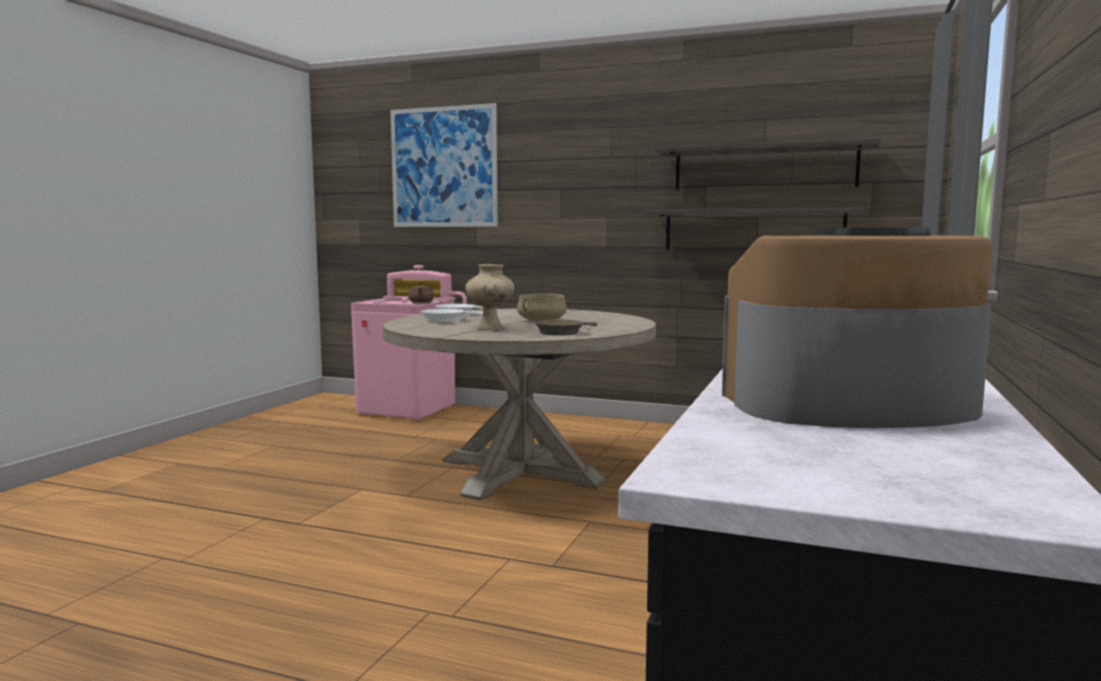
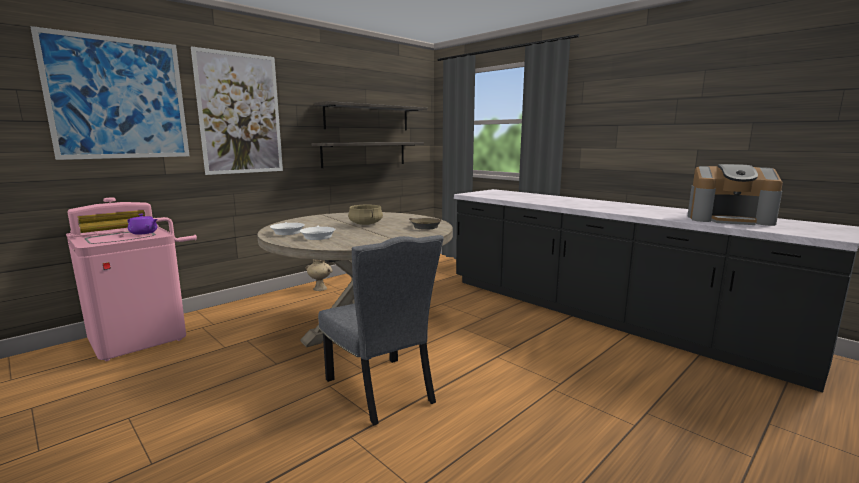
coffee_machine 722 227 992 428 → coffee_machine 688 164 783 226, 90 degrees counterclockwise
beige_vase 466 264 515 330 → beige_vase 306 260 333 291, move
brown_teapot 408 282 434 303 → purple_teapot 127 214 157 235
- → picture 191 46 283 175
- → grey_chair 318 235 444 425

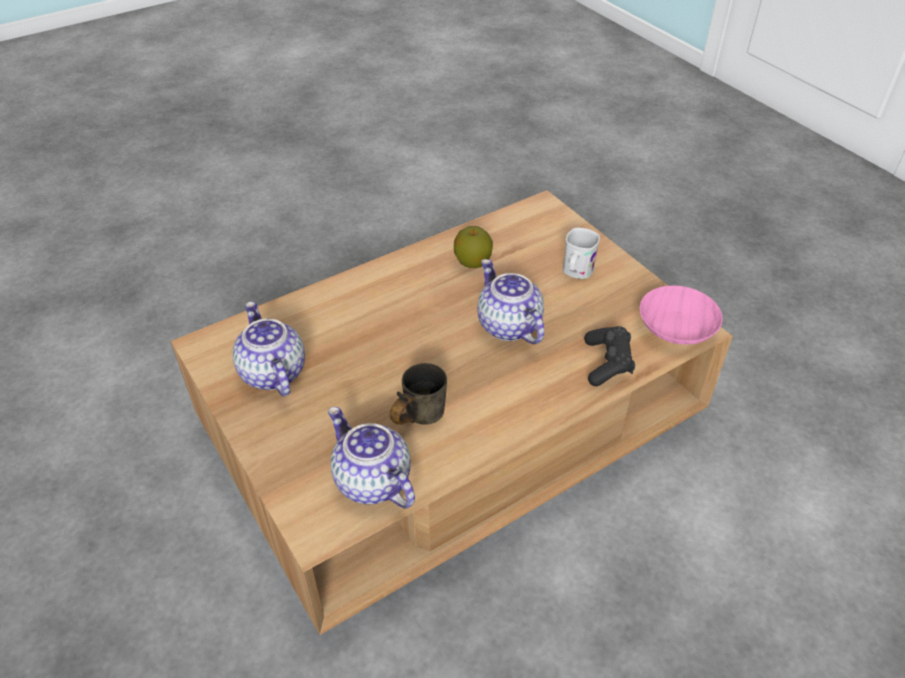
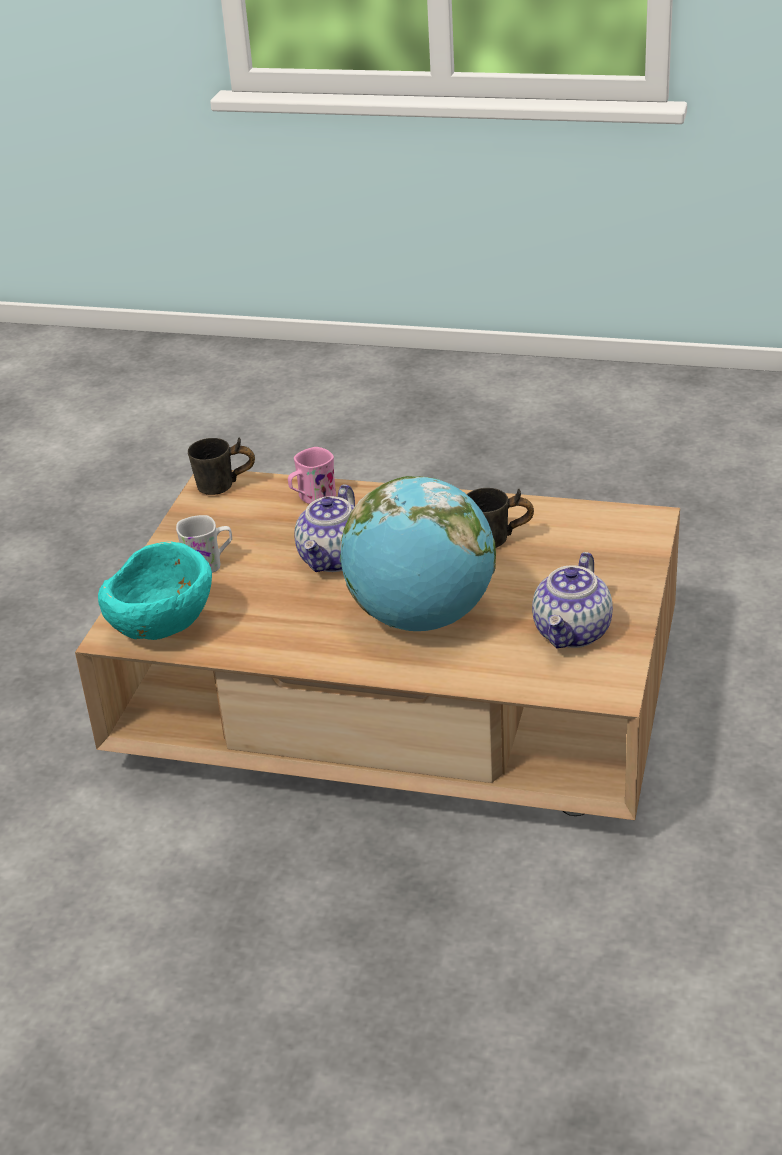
apple 454 226 493 268 → -
pink_bowl 640 285 723 345 → grey_mug 188 437 255 495
black_game_controller 584 326 635 386 → pink_mug 288 447 336 504
teapot 328 407 415 509 → -
- → globe 340 476 496 631
- → turquoise_bowl 98 541 212 640

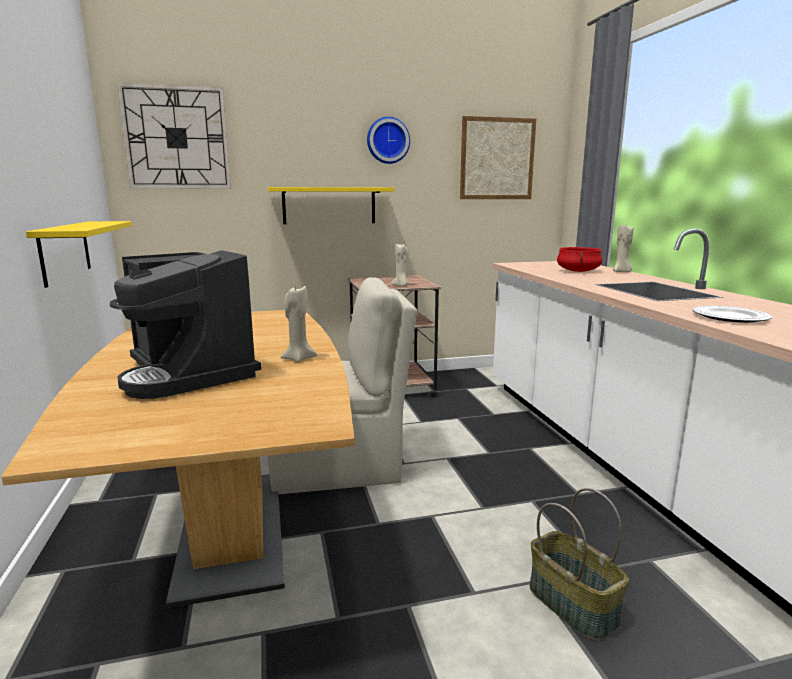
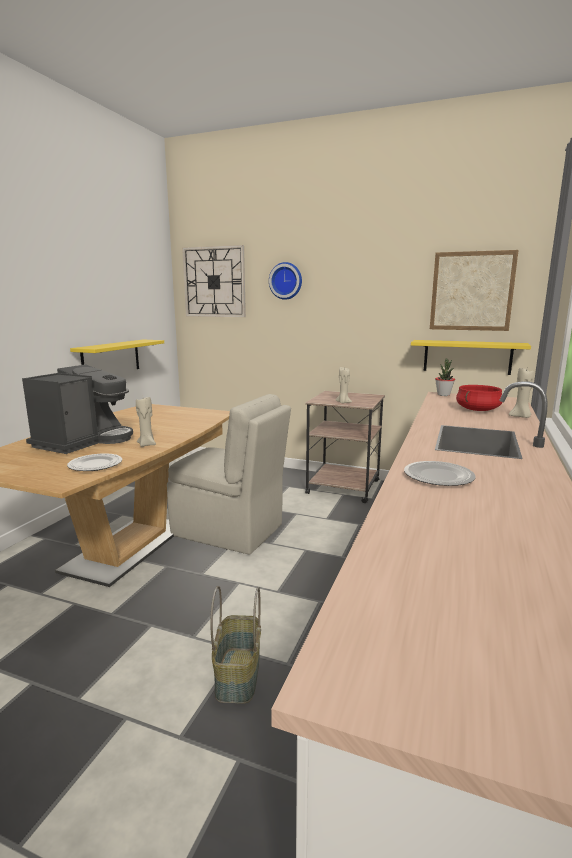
wall_clock 367 117 410 164 → wall_clock 269 262 302 300, move
yellow_shelf 268 187 395 224 → yellow_shelf 411 340 531 375, move
coffee_machine 110 250 261 399 → coffee_machine 22 364 133 454, 150 degrees counterclockwise
- → potted_plant 435 358 455 396
- → plate 67 453 122 471

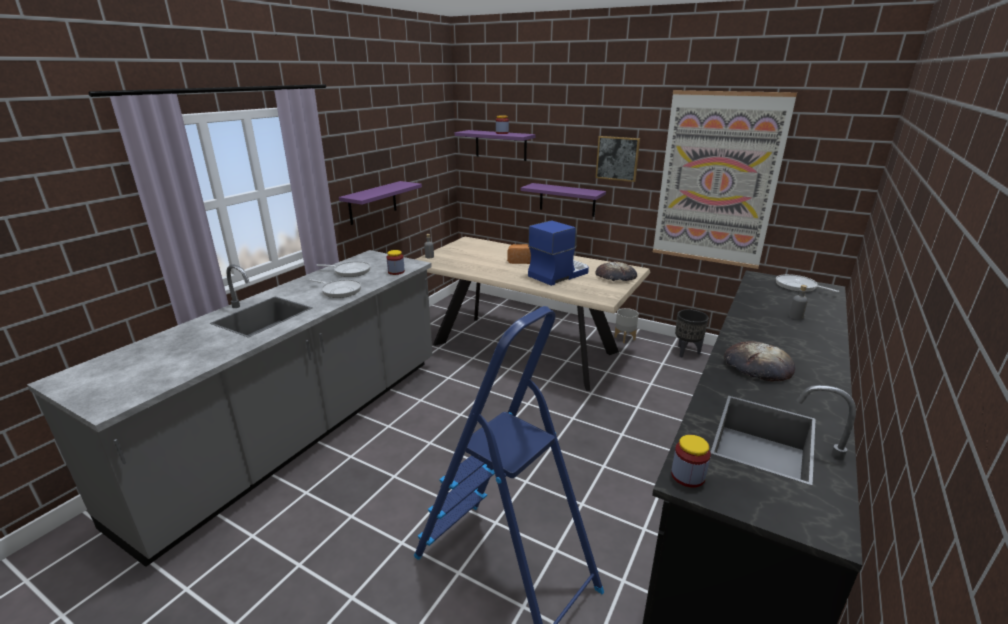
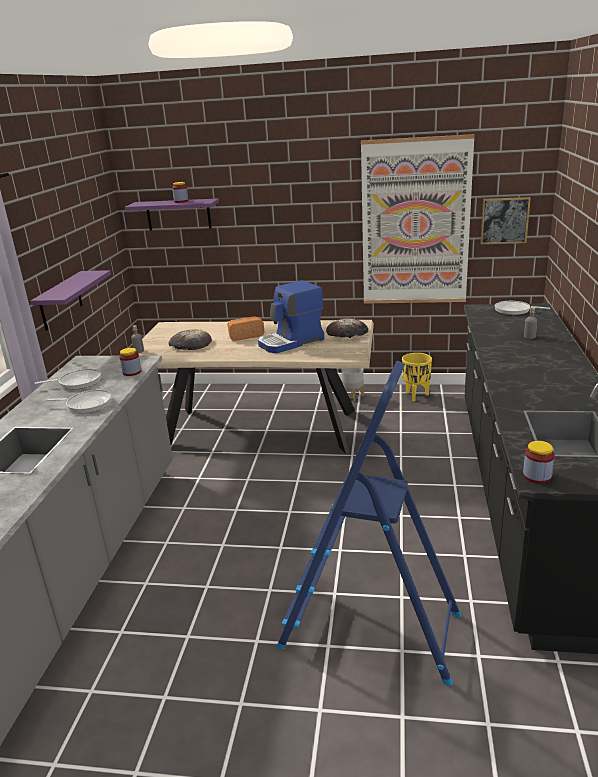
picture 595 136 640 182 → picture 480 197 531 244, move
purple_shelf 521 183 606 217 → -
coffee_machine 528 221 589 286 → coffee_machine 258 280 324 353, 150 degrees counterclockwise
black_planter 675 309 709 357 → yellow_planter 402 353 432 402
bread 724 341 795 382 → bread 168 330 212 350, move

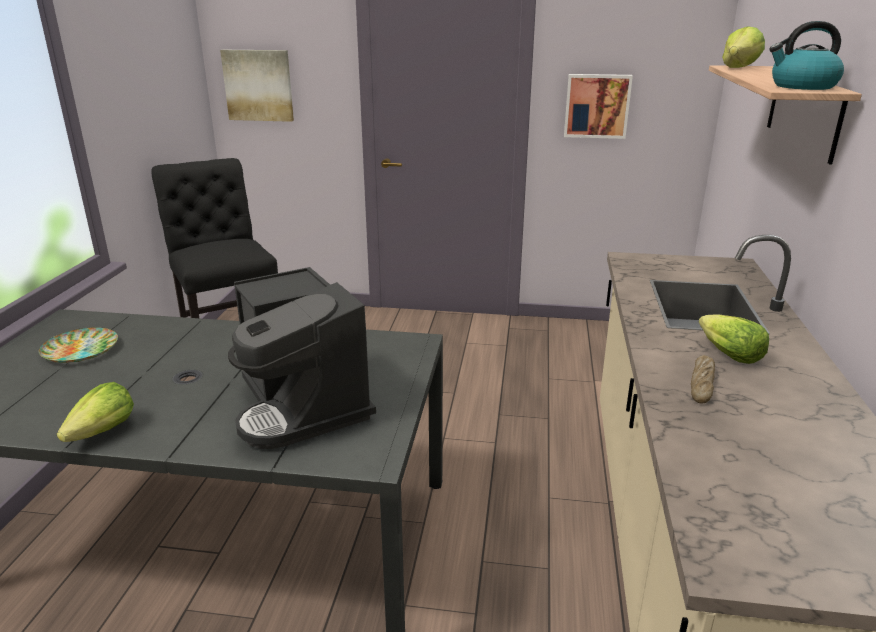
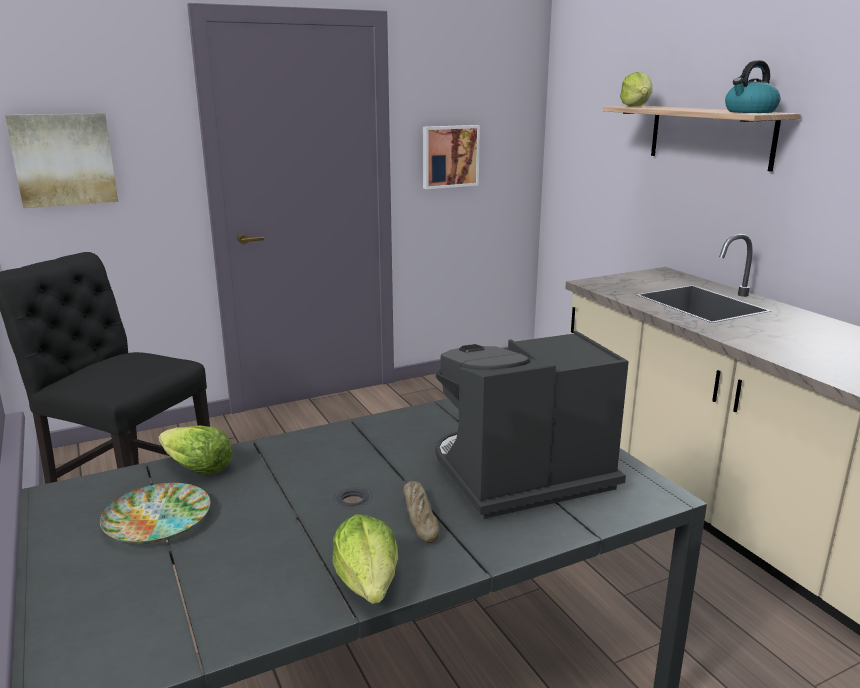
coffee_machine 228 267 376 449 → coffee_machine 436 331 629 519, 135 degrees clockwise
lettuce 699 315 769 364 → lettuce 159 426 233 474, move
bread 691 355 715 404 → bread 403 481 440 543, move

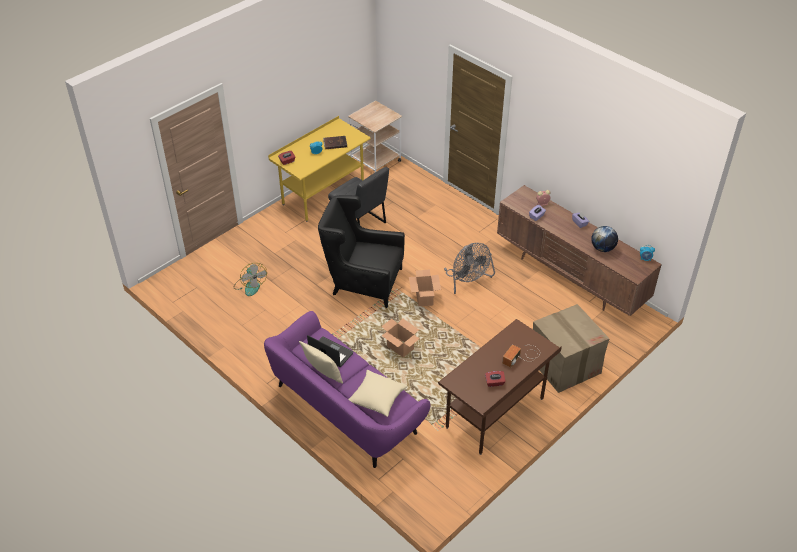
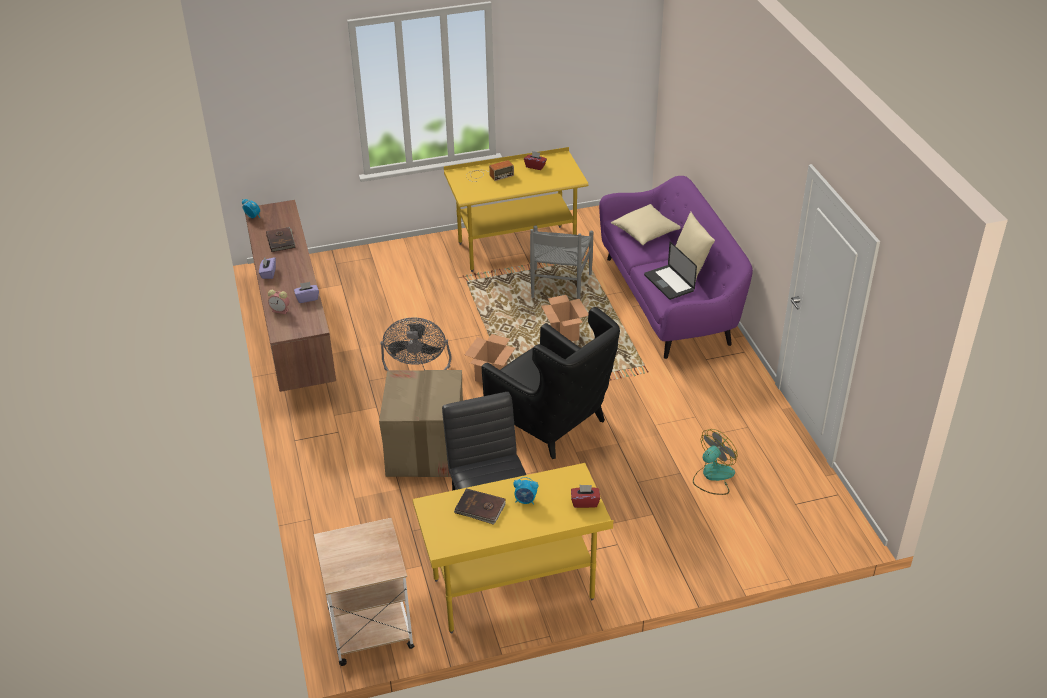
globe 591 226 618 252 → brown_book 266 227 295 252
fan 233 263 267 296 → fan 693 429 738 495, 45 degrees clockwise
cardboard_box 533 304 609 393 → cardboard_box 379 370 463 477, move
brown_desk 438 319 562 455 → yellow_desk 444 147 589 272
- → grey_chair 530 225 593 299

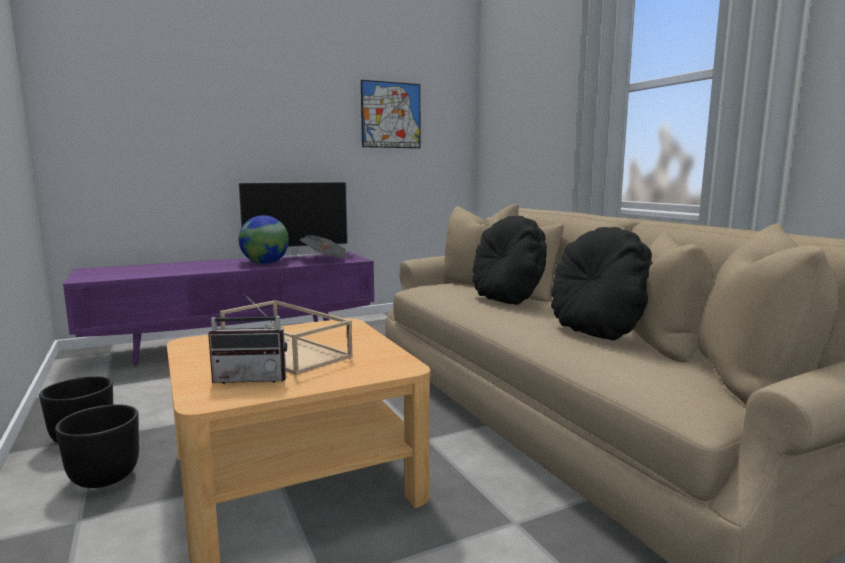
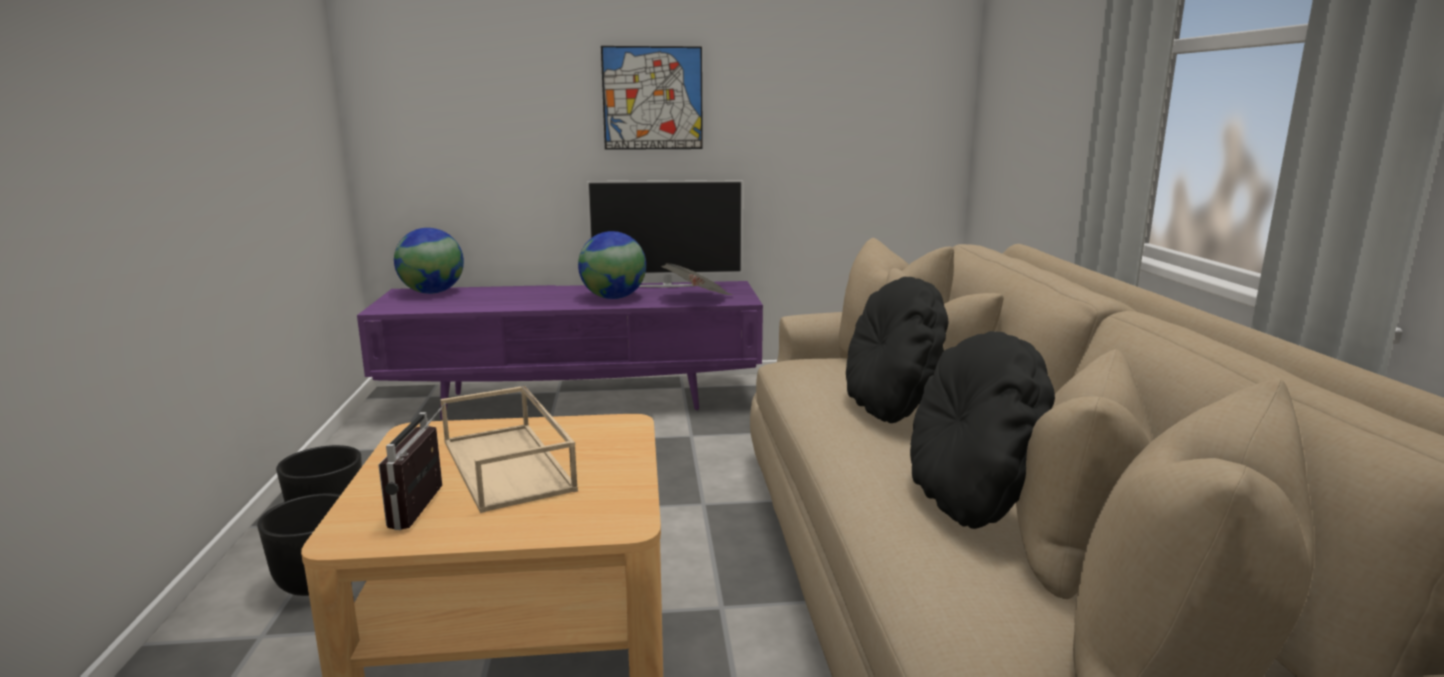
picture 361 80 420 148 → picture 601 46 703 150, move
radio 208 294 287 384 → radio 378 403 446 530, 75 degrees clockwise
- → globe 394 228 464 294

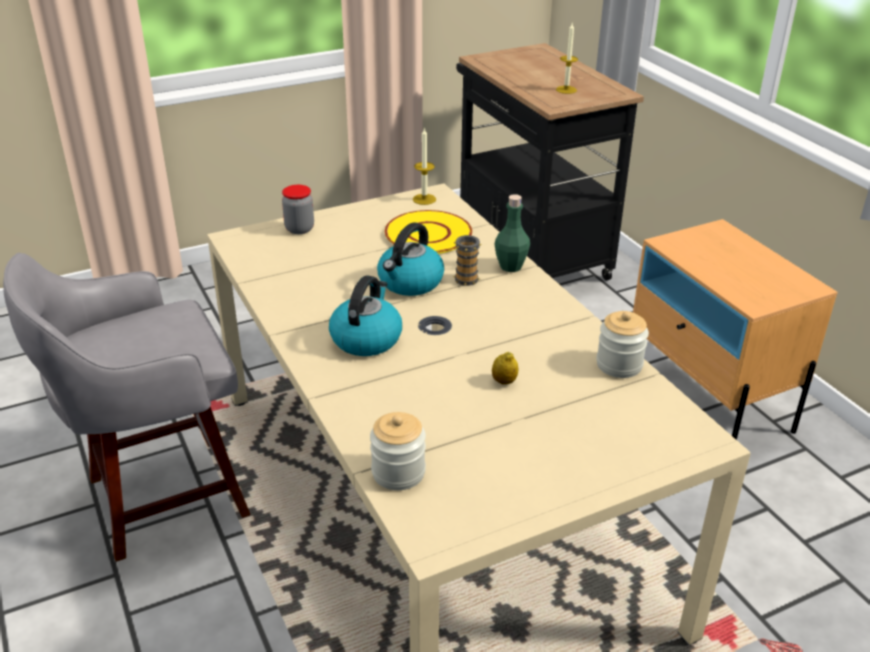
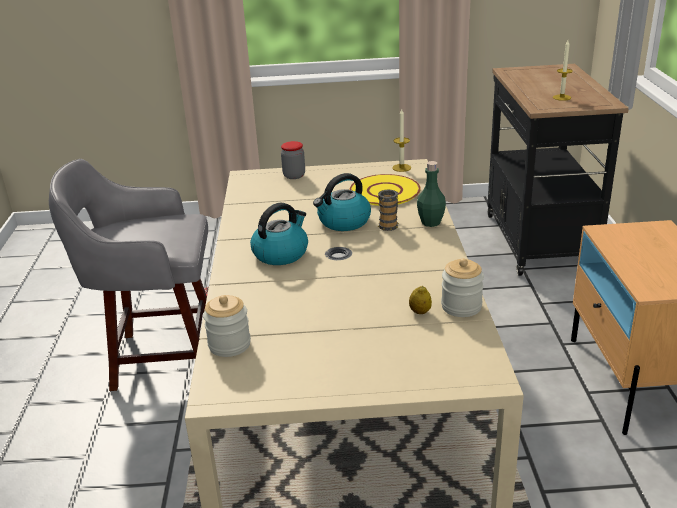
lemon 492 352 518 385 → lemon 409 286 432 314, move

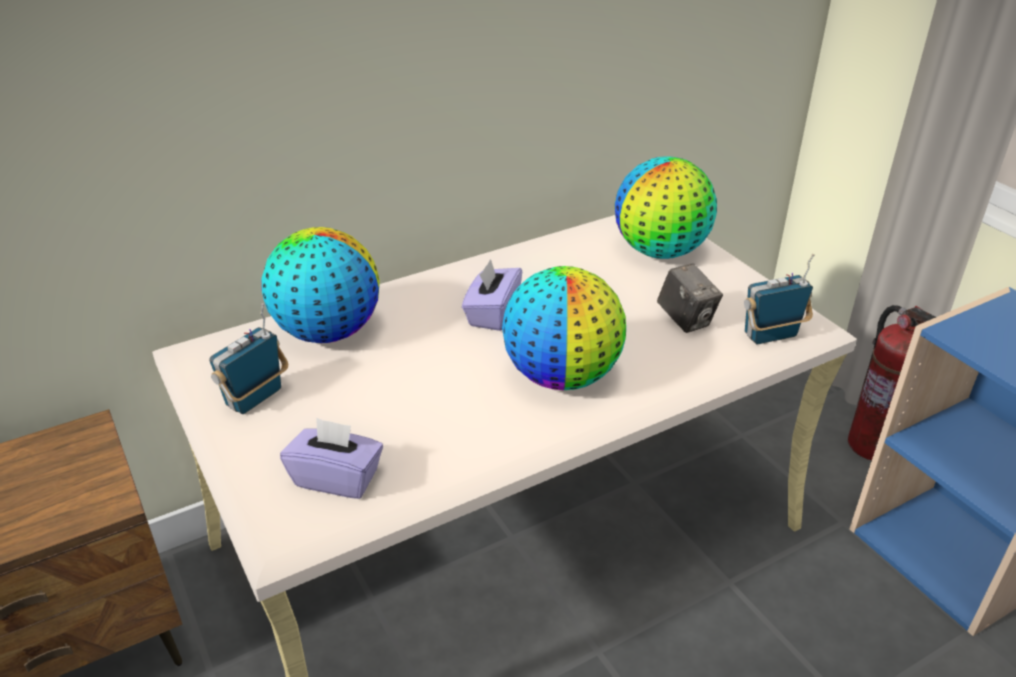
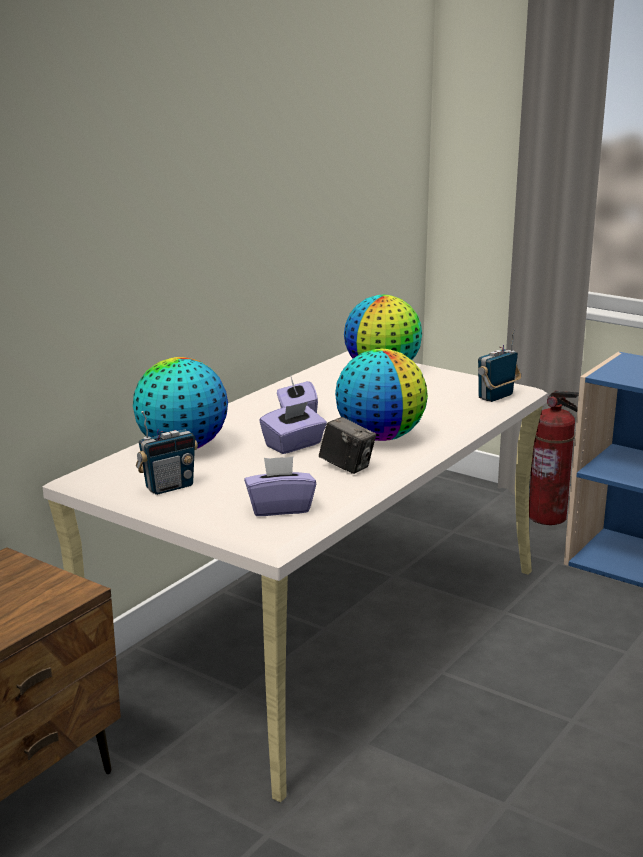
photo_camera 657 263 723 333 → photo_camera 319 417 376 474, move
radio 209 303 288 414 → radio 136 411 198 495, 135 degrees counterclockwise
- → purple_tissue_box 259 402 327 454

